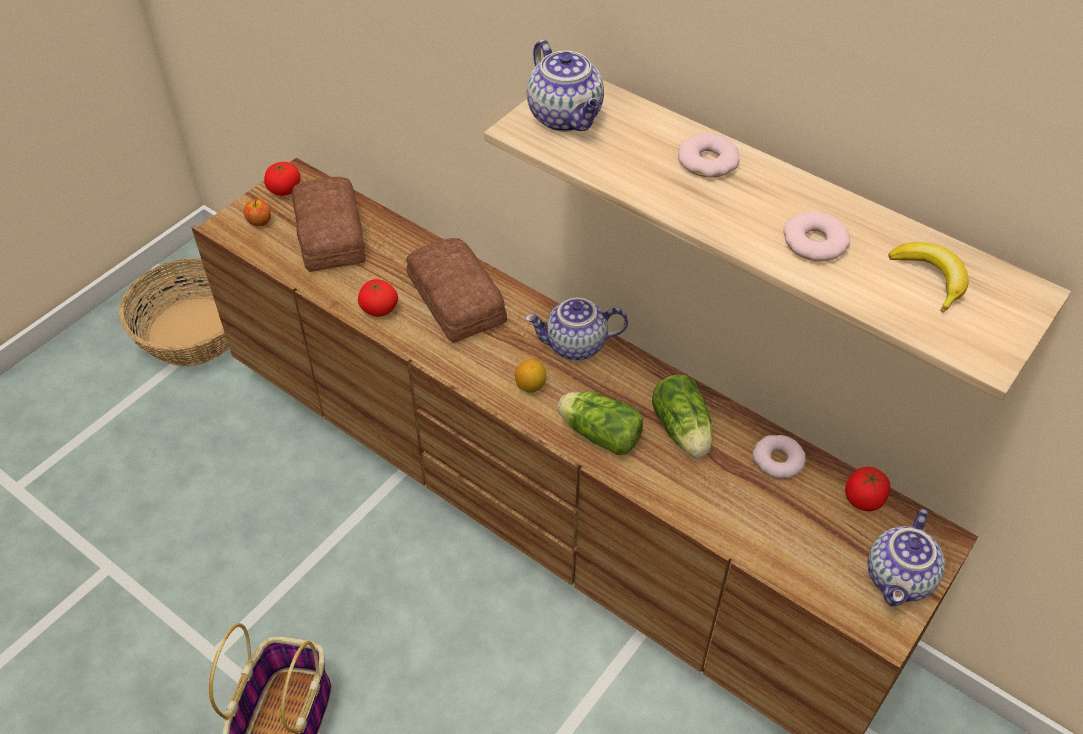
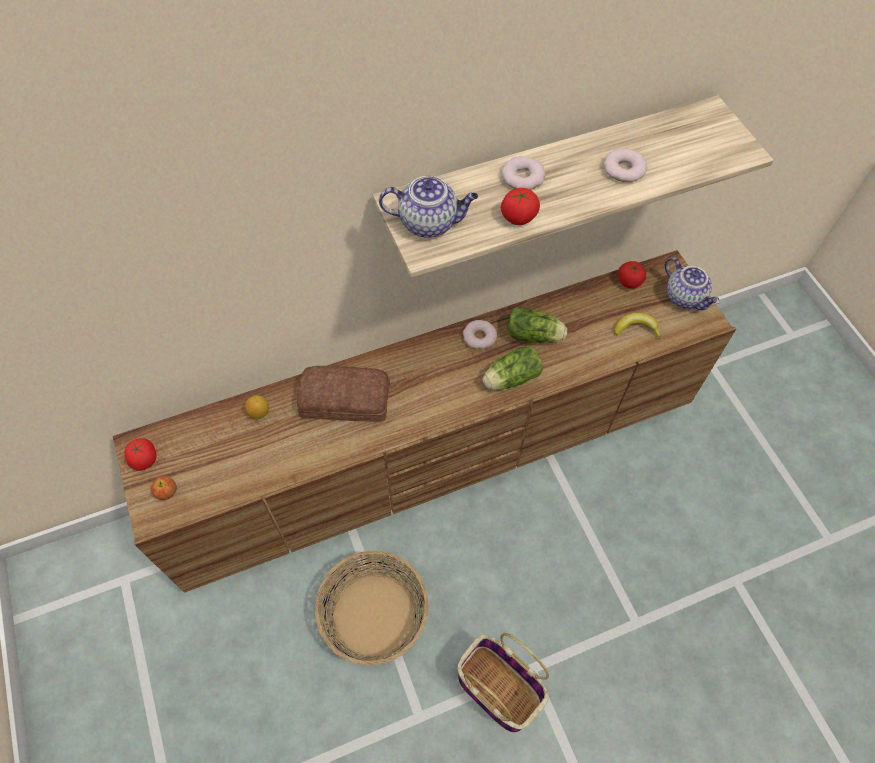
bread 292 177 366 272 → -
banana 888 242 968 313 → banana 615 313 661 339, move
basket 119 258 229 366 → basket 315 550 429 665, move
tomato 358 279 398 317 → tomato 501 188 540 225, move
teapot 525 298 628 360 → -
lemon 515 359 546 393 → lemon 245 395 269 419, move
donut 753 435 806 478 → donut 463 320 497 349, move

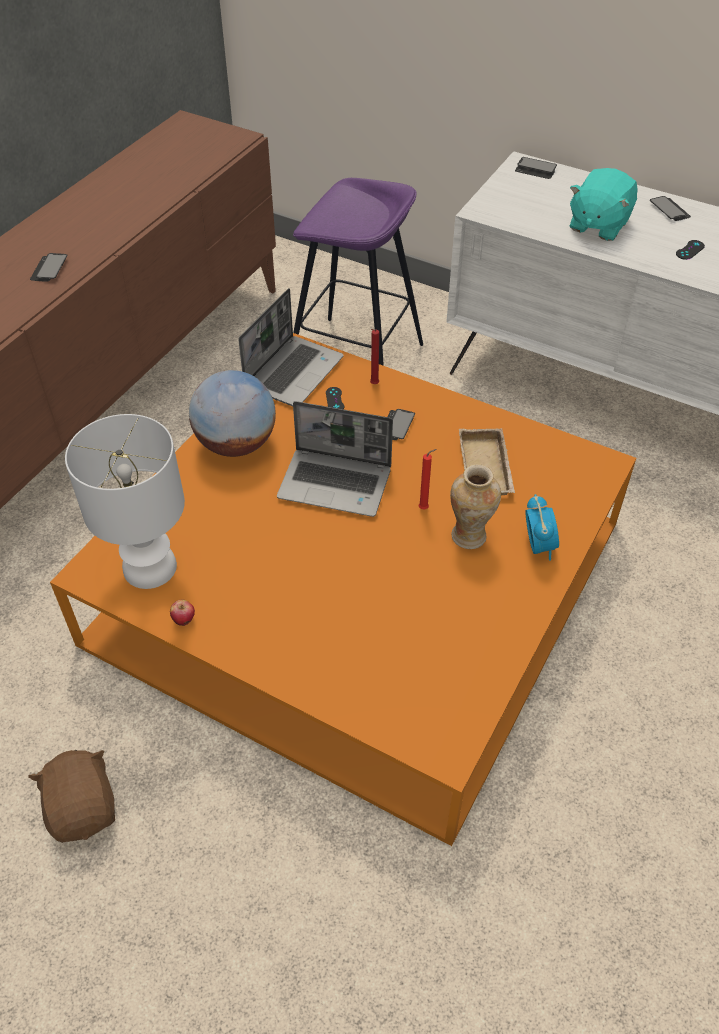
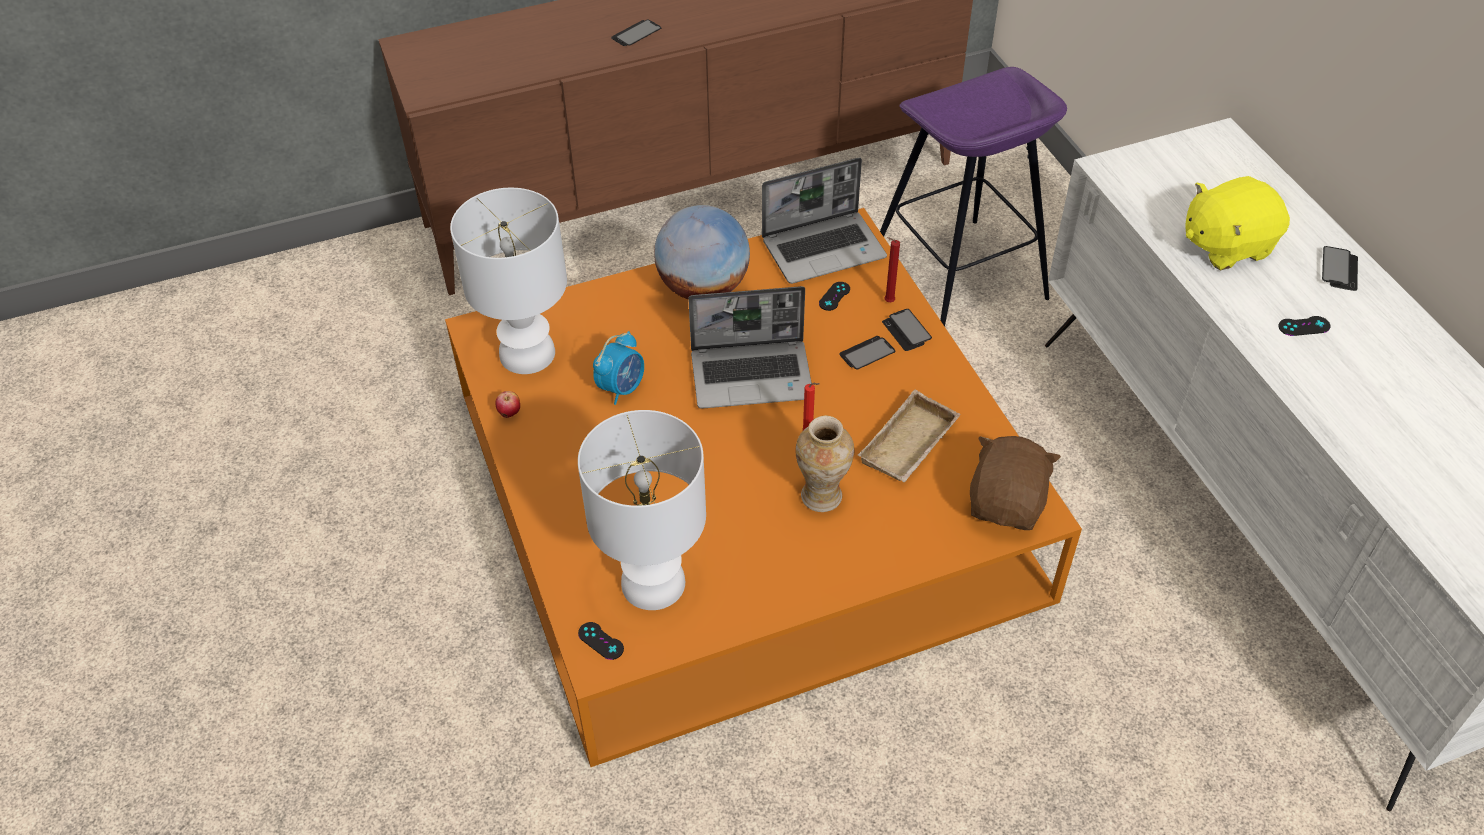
phone 515 157 557 179 → phone 882 309 932 351, move
turquoise_plush_toy 570 168 638 241 → yellow_plush_toy 1185 176 1290 270
laptop 277 401 393 517 → laptop 688 286 812 409, 60 degrees counterclockwise
alarm_clock 525 494 559 561 → alarm_clock 593 331 644 405, move
brown_plush_toy 28 750 115 843 → brown_plush_toy 970 436 1061 530, move
- → white_table_lamp 578 410 706 610
- → black_game_controller 578 622 624 660

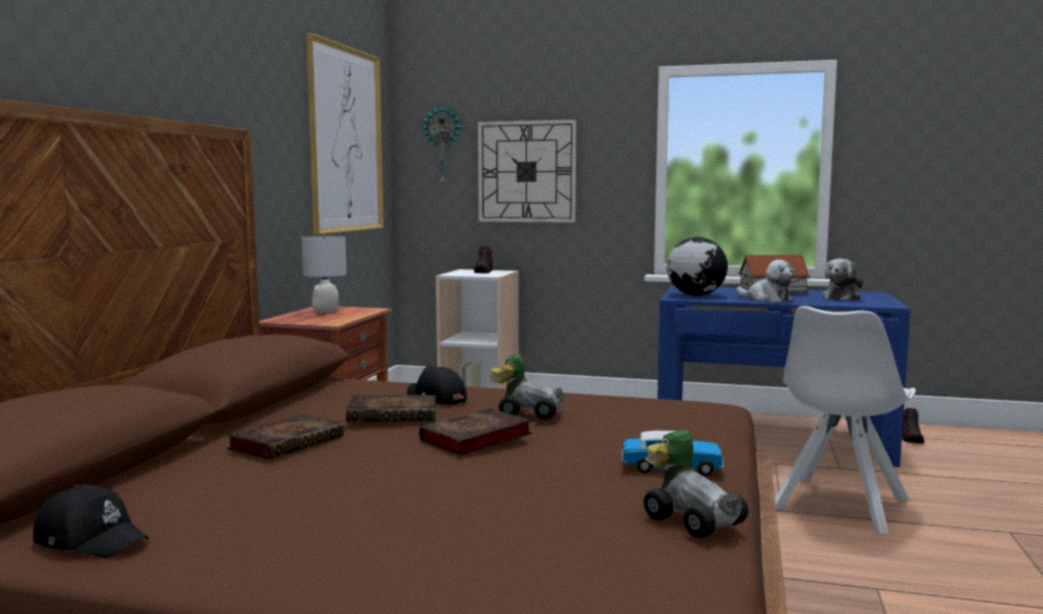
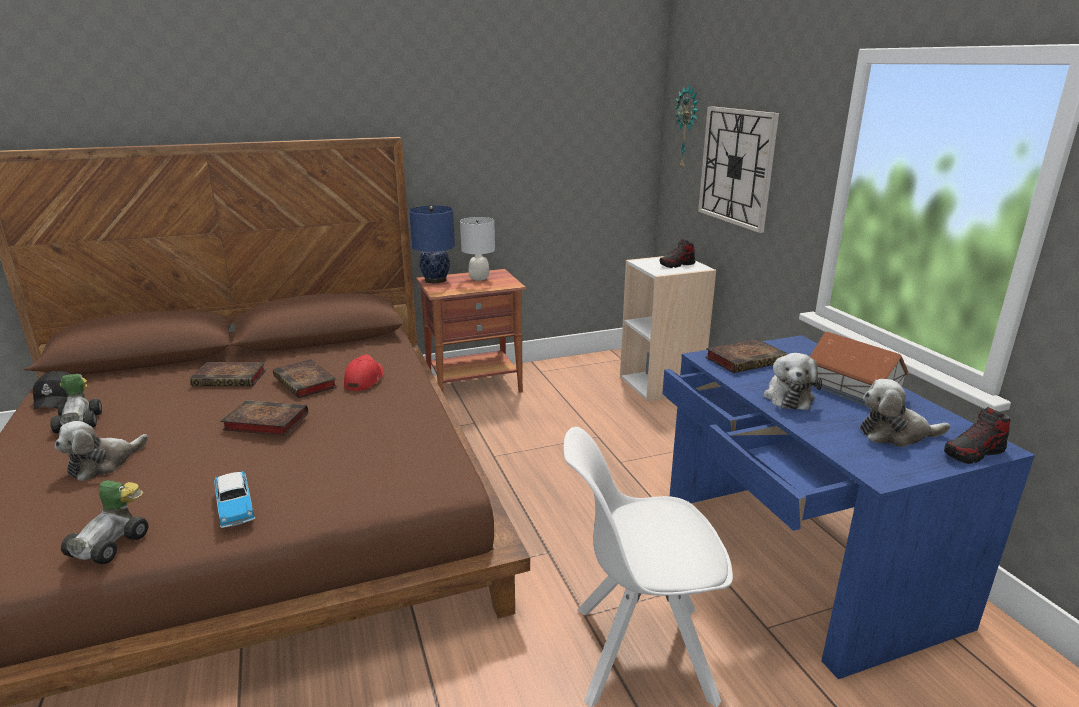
picture 306 33 384 235 → -
globe 667 237 728 296 → book 705 339 788 373
toy_car 489 354 563 420 → toy_car 50 374 102 433, move
black_cap 407 366 467 405 → red_cap 344 354 384 391
shoe 902 408 924 444 → shoe 944 406 1010 464, move
- → blue_table_lamp 409 206 455 283
- → plush_toy 55 421 148 481

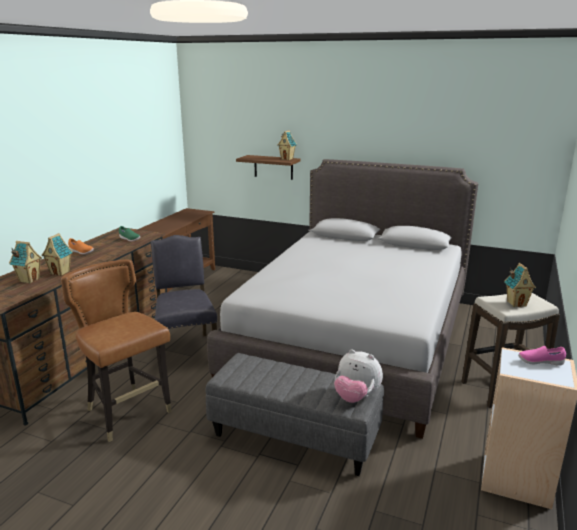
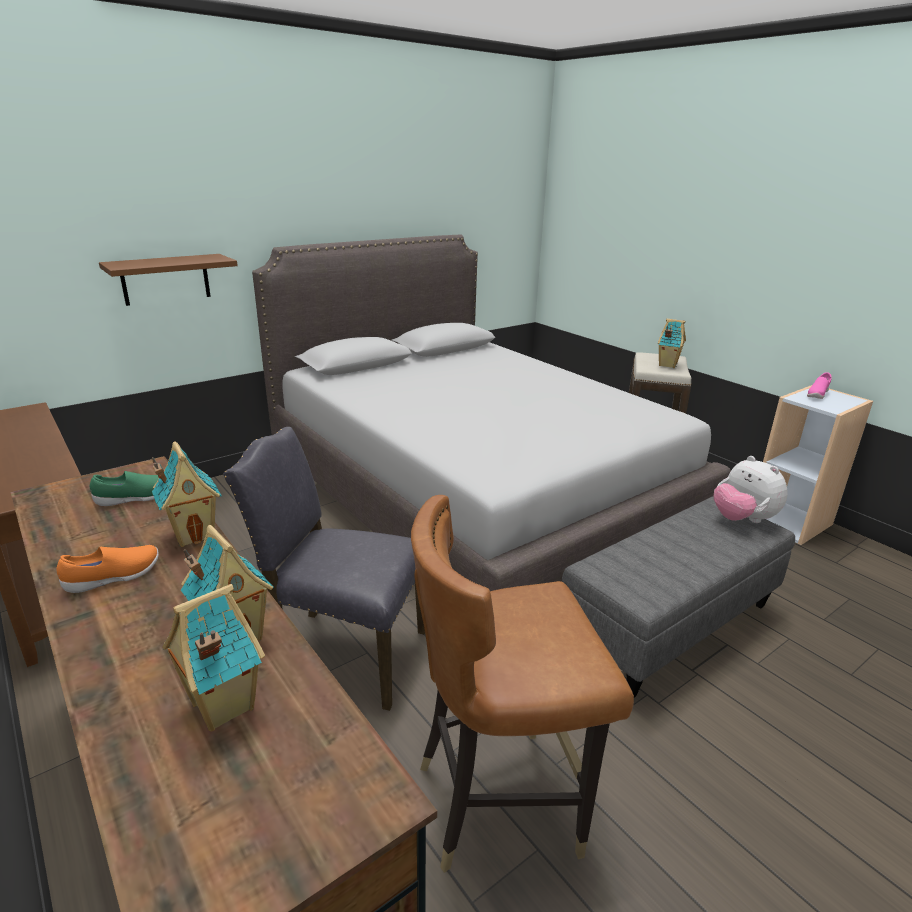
toy_house 277 130 297 160 → toy_house 152 441 222 547, move
plush_toy 334 349 383 403 → plush_toy 714 456 788 523, 90 degrees clockwise

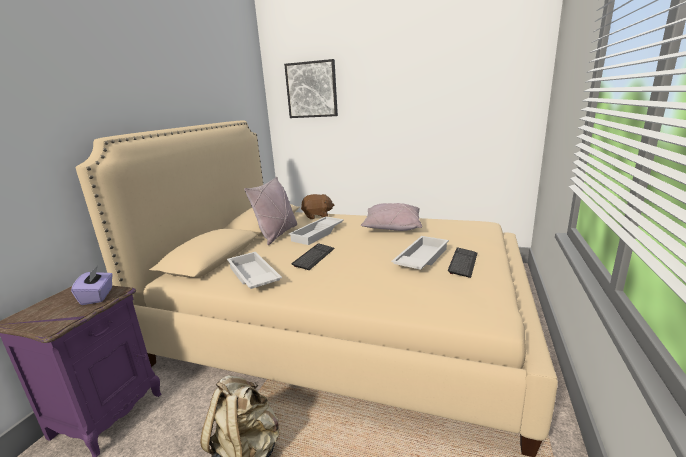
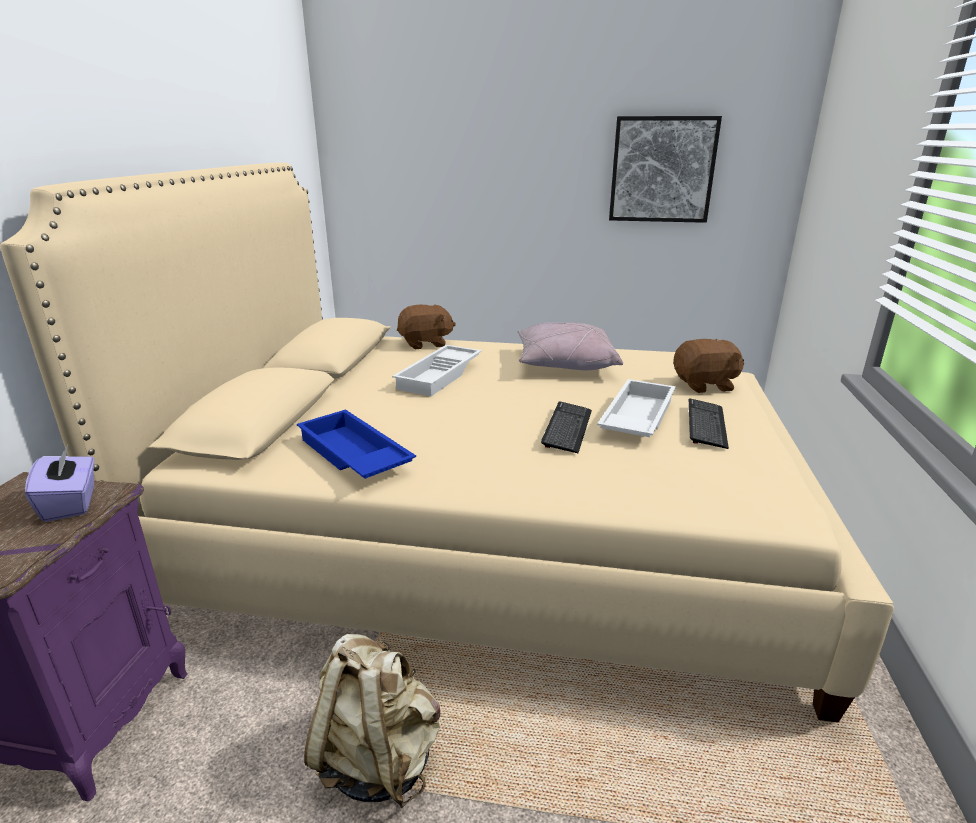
picture 284 59 338 118 → picture 609 116 722 223, move
purple_pillow 244 177 297 245 → -
keyboard 292 243 335 270 → keyboard 541 401 592 453, move
white_tray 227 252 282 289 → blue_tray 297 409 416 479
- → brown_plush_toy 673 338 744 393

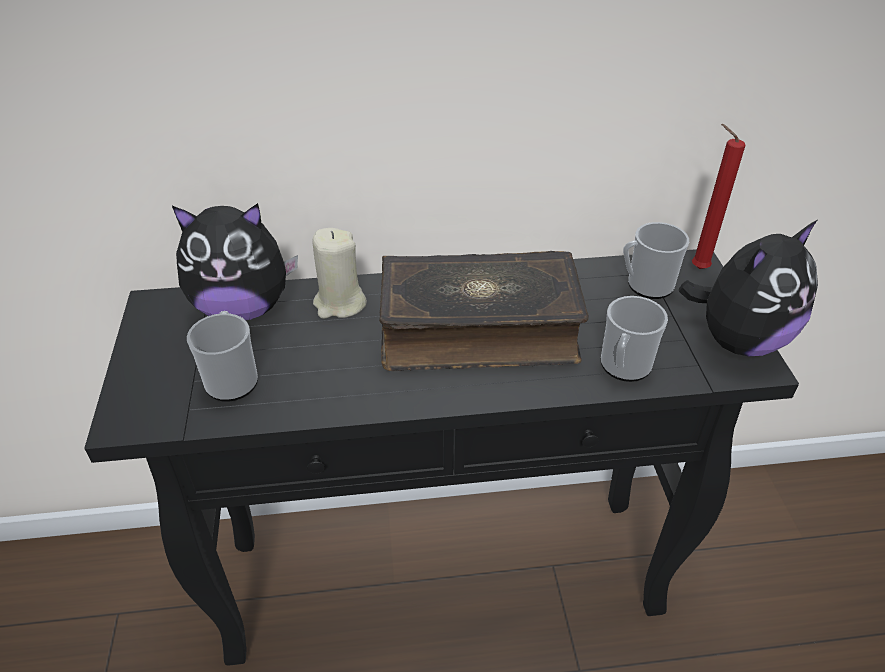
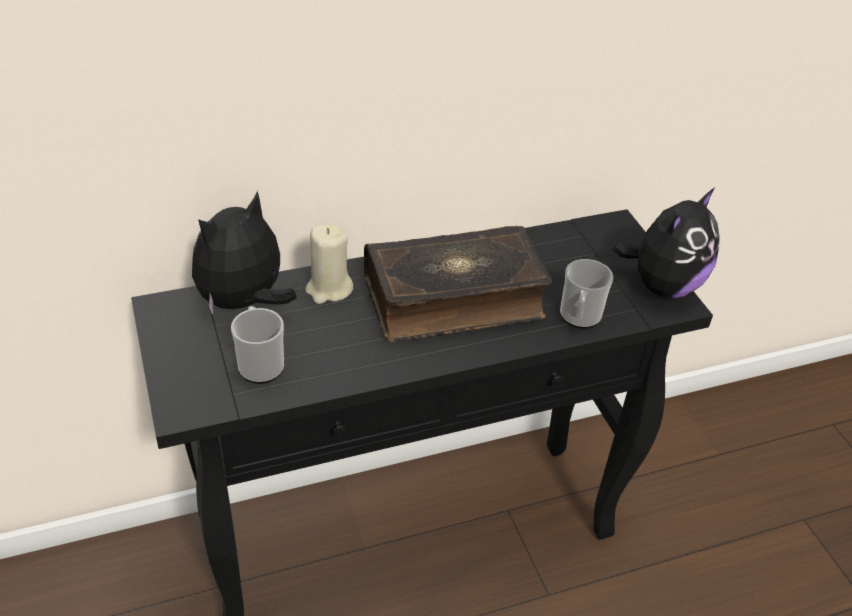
red_candle 692 124 746 269 → -
plush_toy 172 203 298 320 → plush_toy 192 191 297 315, 150 degrees clockwise
mug 623 222 689 299 → -

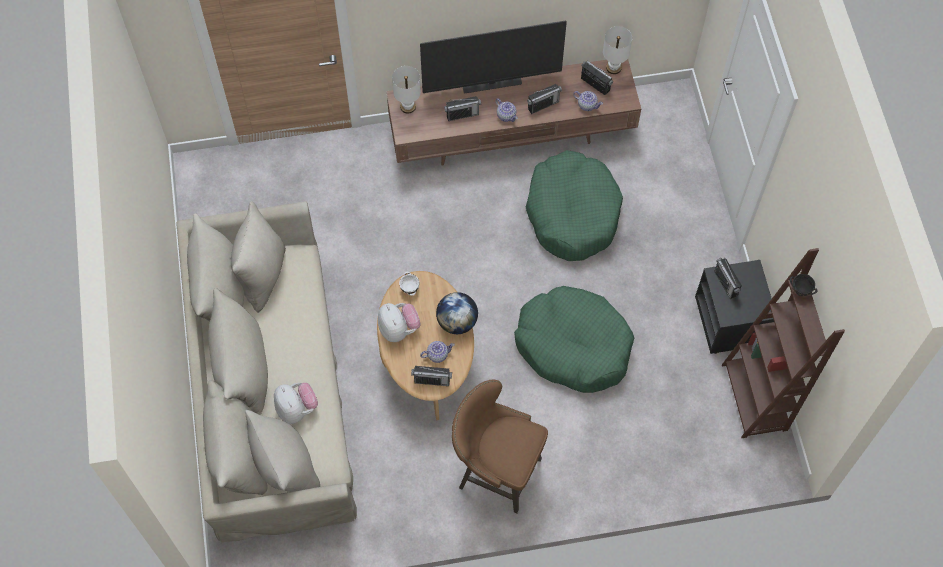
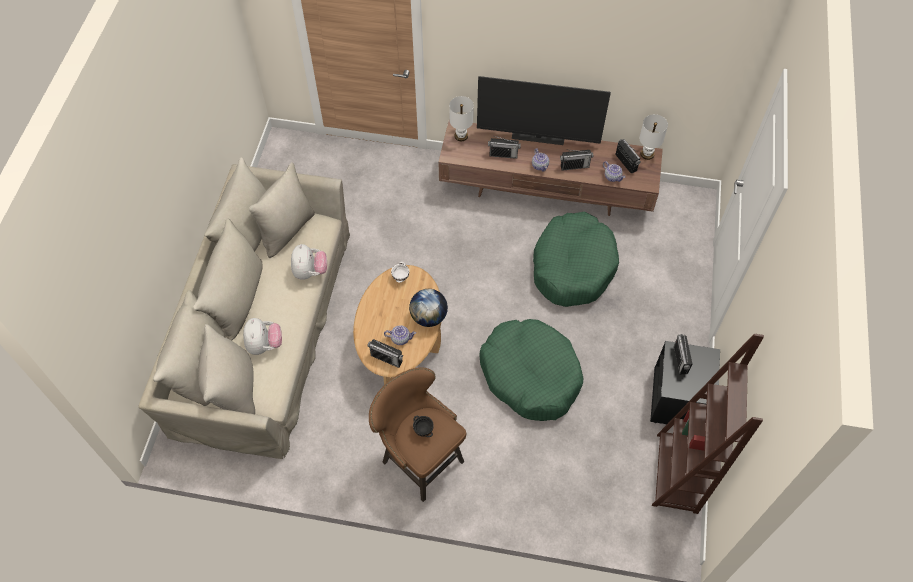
black_bowl 790 274 818 296 → black_bowl 413 416 434 437, move
plush_toy 378 303 421 342 → plush_toy 291 244 327 280, move

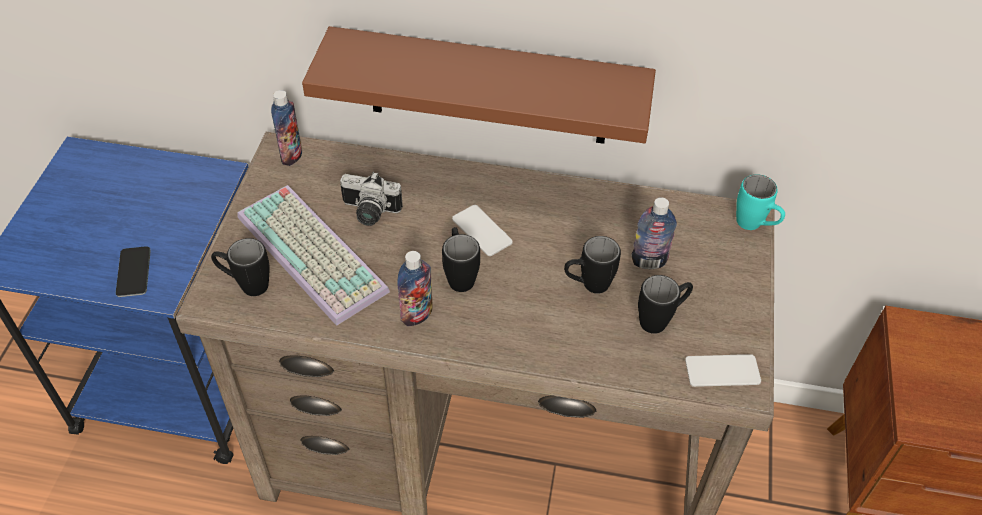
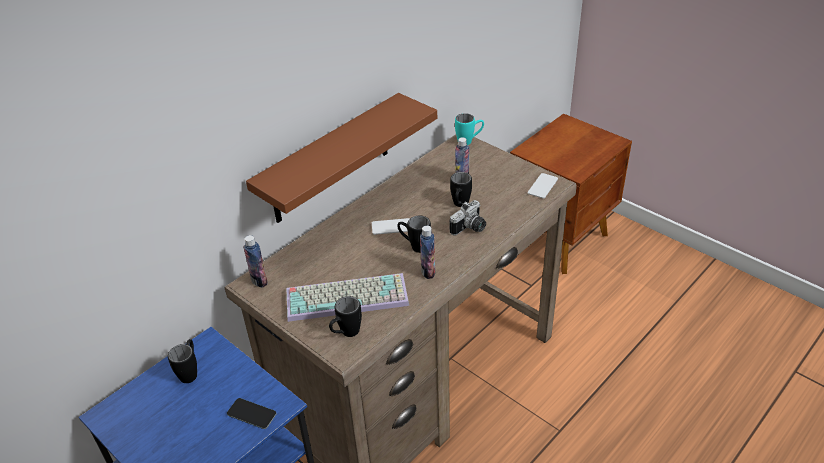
photo_camera 340 172 403 226 → photo_camera 450 200 486 235, move
black_mug 638 275 693 334 → black_mug 168 339 197 383, move

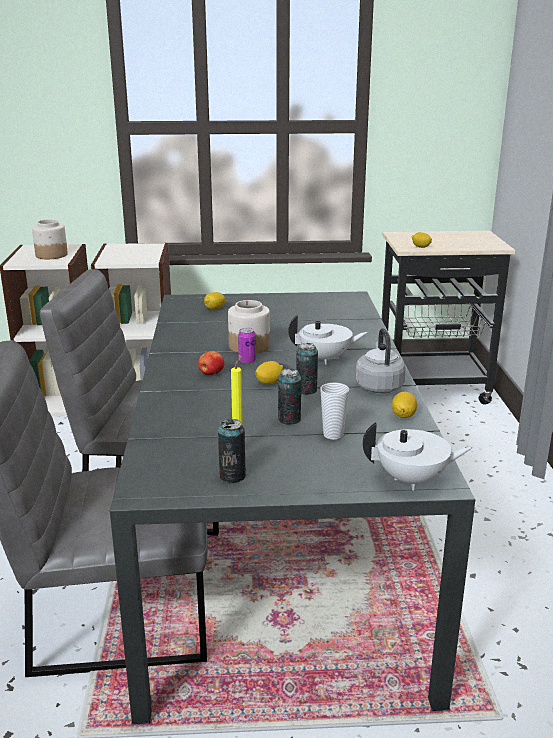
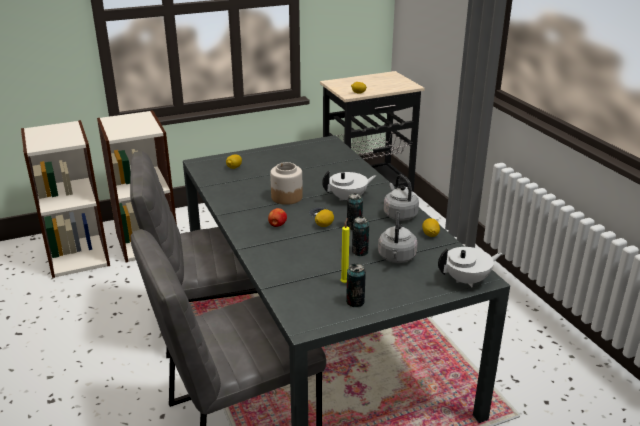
jar 32 219 68 259 → -
can 238 328 256 364 → -
cup 320 383 349 440 → grey_kettle 378 212 418 263

